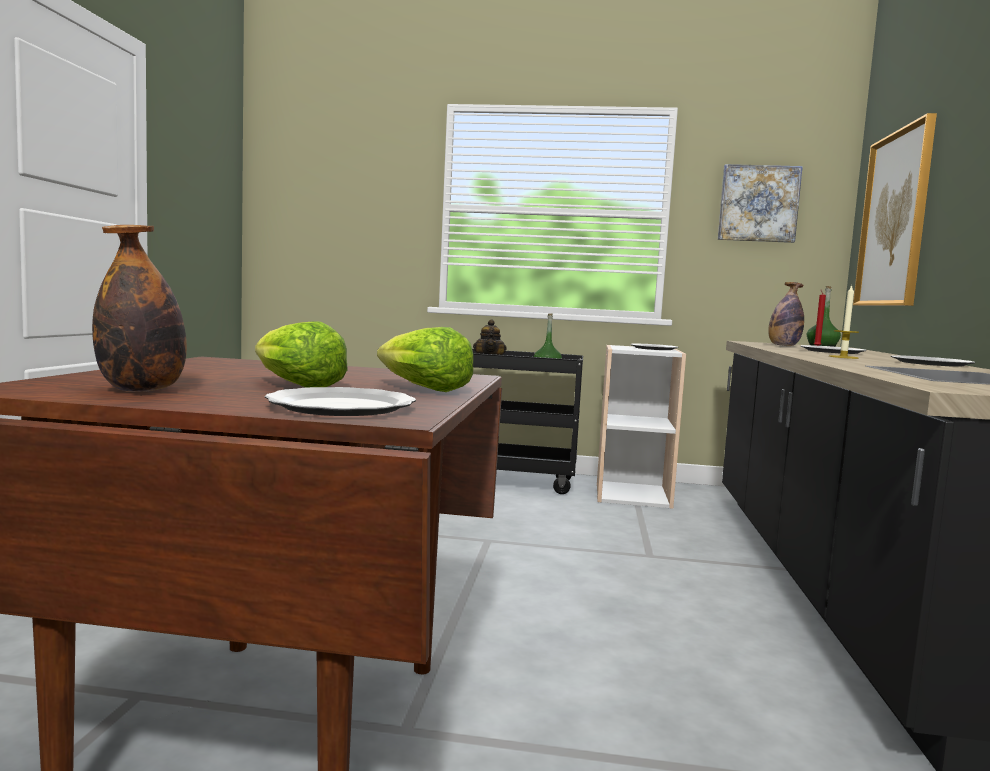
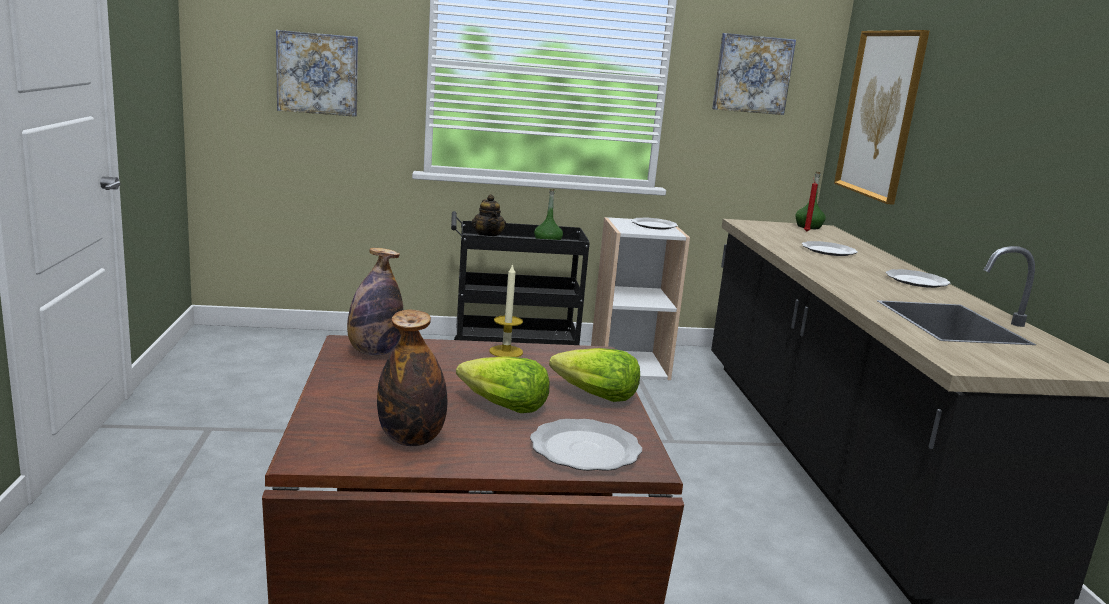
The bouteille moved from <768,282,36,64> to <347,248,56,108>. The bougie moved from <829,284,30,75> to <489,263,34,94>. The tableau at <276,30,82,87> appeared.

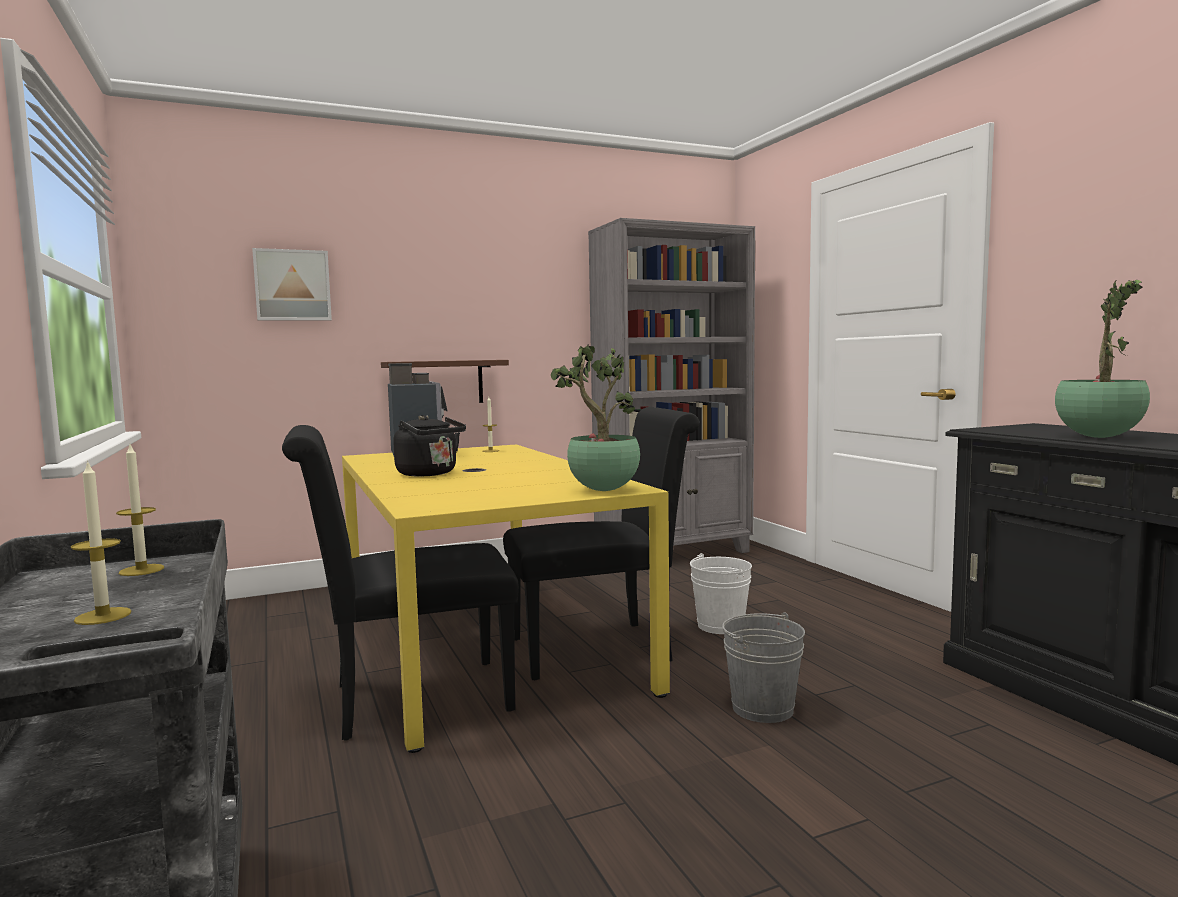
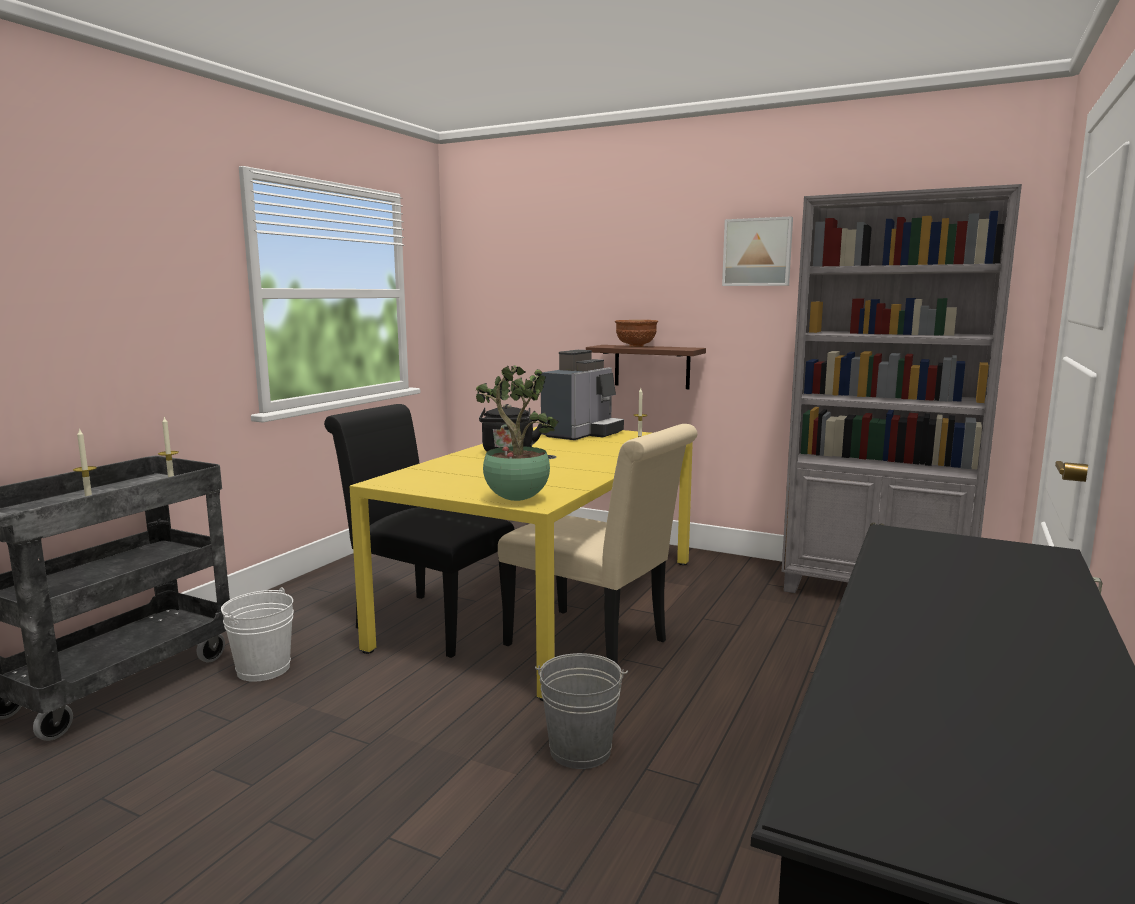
The tableau moved from <252,248,80,73> to <722,216,71,70>. The plante en pot at <1055,280,95,158> disappeared. The chaise (noir) at <503,407,196,273> became the chaise (beige) at <498,424,199,240>. The seau (blanc) moved from <690,553,62,81> to <221,588,73,94>. The bol (marron) at <615,320,43,27> appeared.

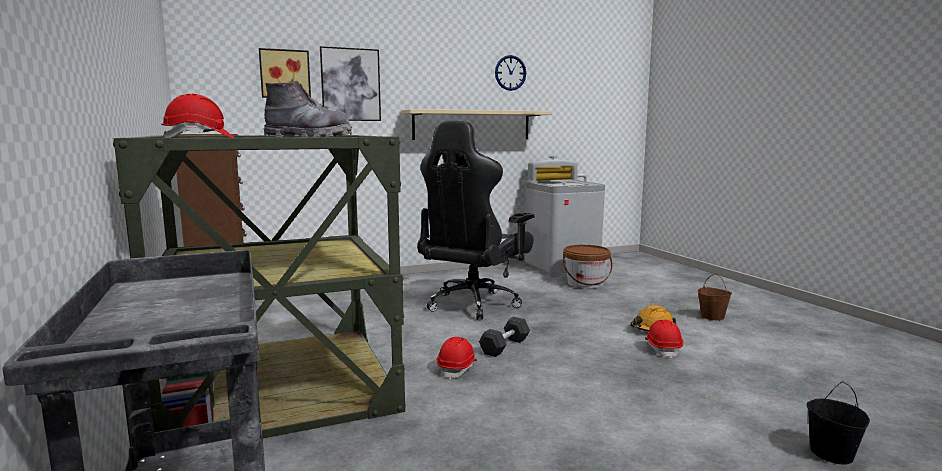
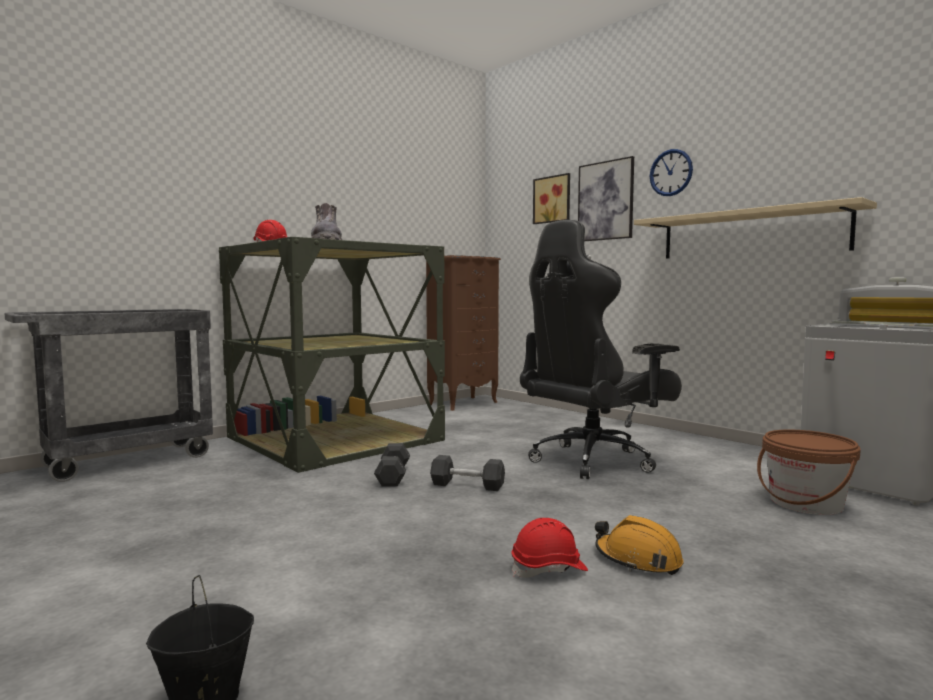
The horloge murale moved from <495,55,31,36> to <650,149,43,47>. The chaise de bureau (noir) at <417,121,117,199> turned 45 degrees counterclockwise. The seau (marron) at <697,274,35,46> disappeared. The casque de chantier (rouge) at <437,337,40,43> was replaced by the haltère (gris) at <374,443,36,44>.

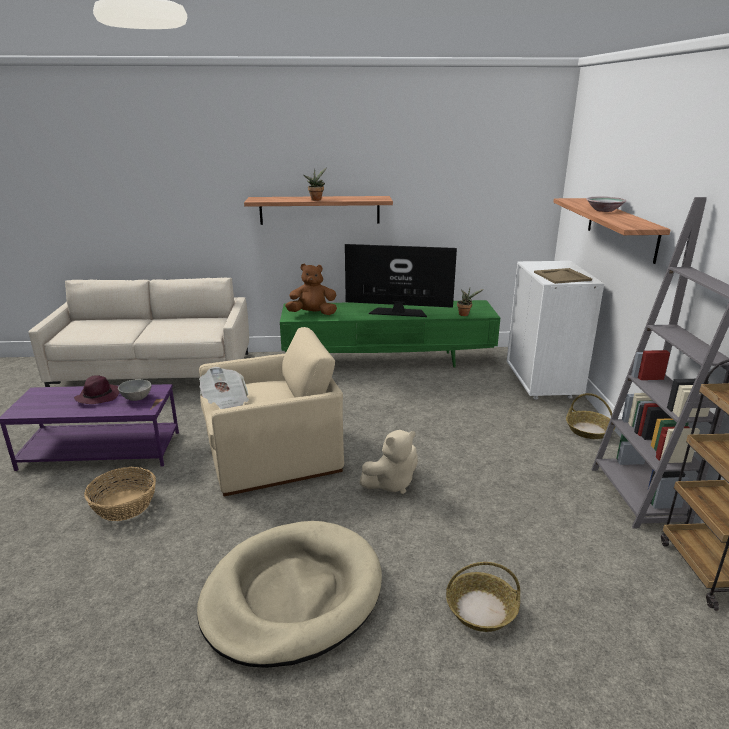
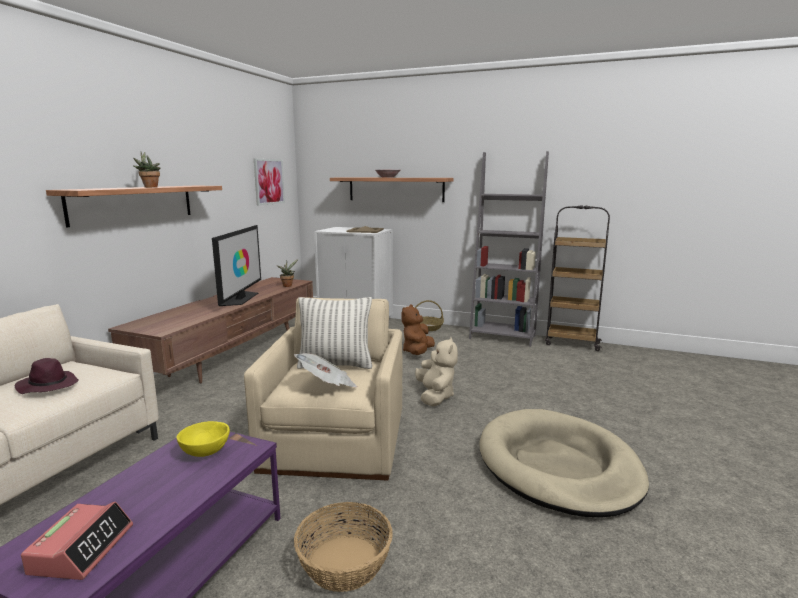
The téléviseur at <345,244,112,73> turned 150 degrees clockwise. The peluche (marron) moved from <285,264,52,51> to <401,304,34,51>. The meuble télé (vert) at <280,300,220,68> became the meuble télé (marron) at <108,277,205,106>. The chapeau (violet) moved from <74,375,46,29> to <15,358,64,36>. The bol (gris) at <118,379,34,22> became the bol (jaune) at <176,421,54,36>. The panier at <446,562,74,70> disappeared. The tableau at <254,159,31,46> appeared. The coussin at <297,297,75,72> appeared. The réveil at <21,502,112,78> appeared.

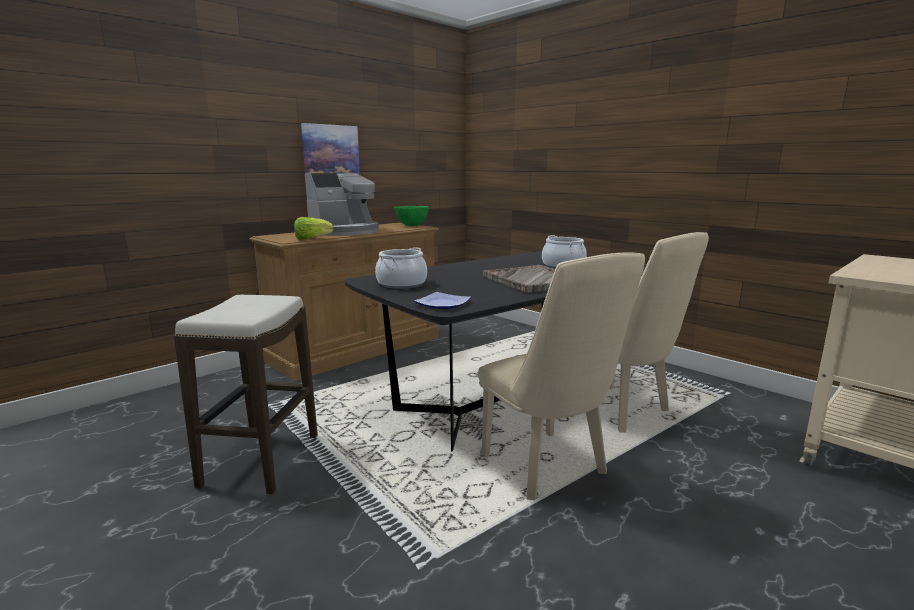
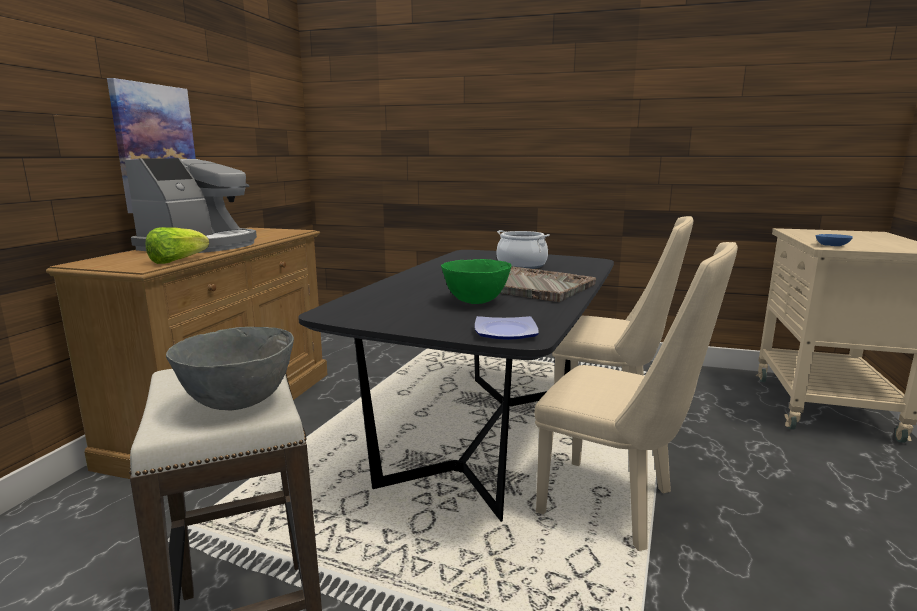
The bol (vert) moved from <394,206,35,20> to <441,259,70,45>. The marmite at <375,247,52,42> disappeared. The bol (bleu) at <815,234,38,12> appeared. The bol (gris) at <166,327,128,84> appeared.

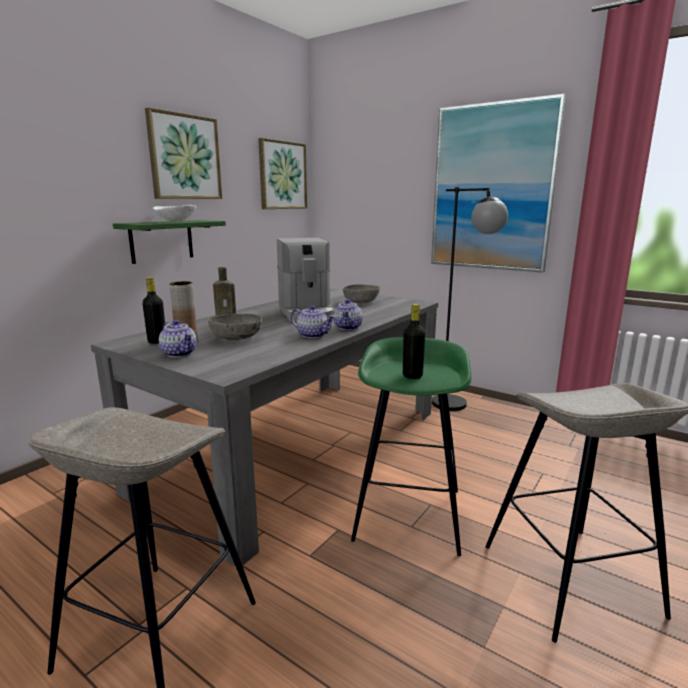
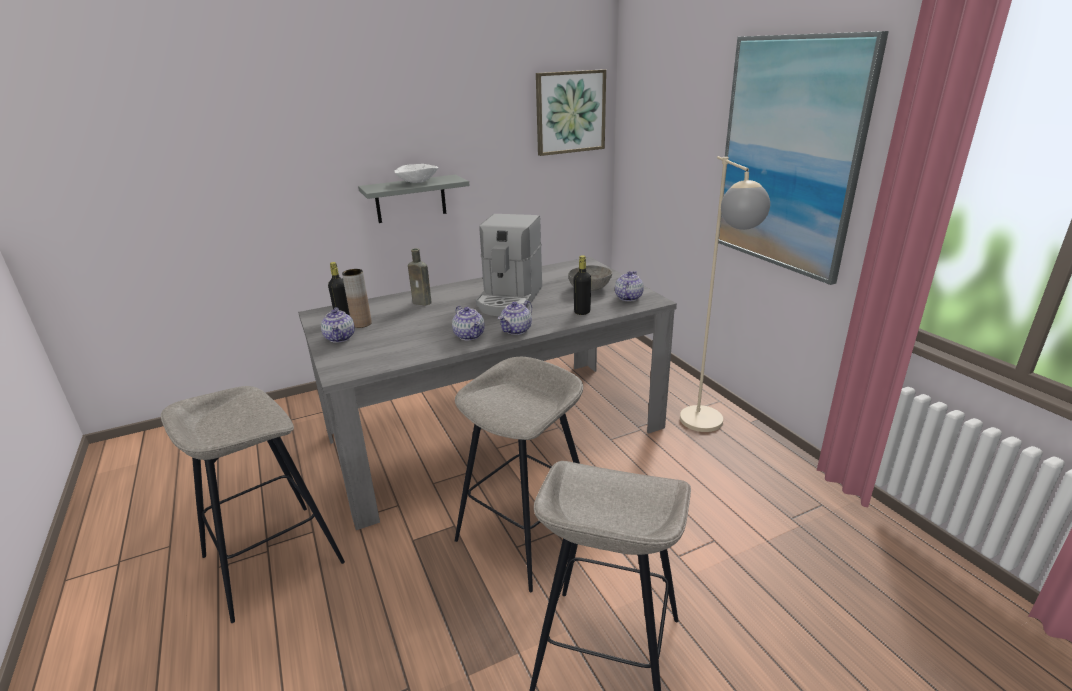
The tableau at <145,108,77,91> disappeared. The lampadaire (noir) at <432,187,76,224> became the lampadaire (beige) at <680,156,90,276>. The étagère (vert) at <113,220,113,44> became the étagère (gris) at <358,175,112,48>. The bouteille (noir) moved from <403,304,23,75> to <574,255,17,60>. The bol (gris) at <208,314,54,26> disappeared. The tabouret (vert) at <351,337,121,219> became the tabouret (gris) at <455,357,128,235>. The théière at <615,271,29,30> appeared.

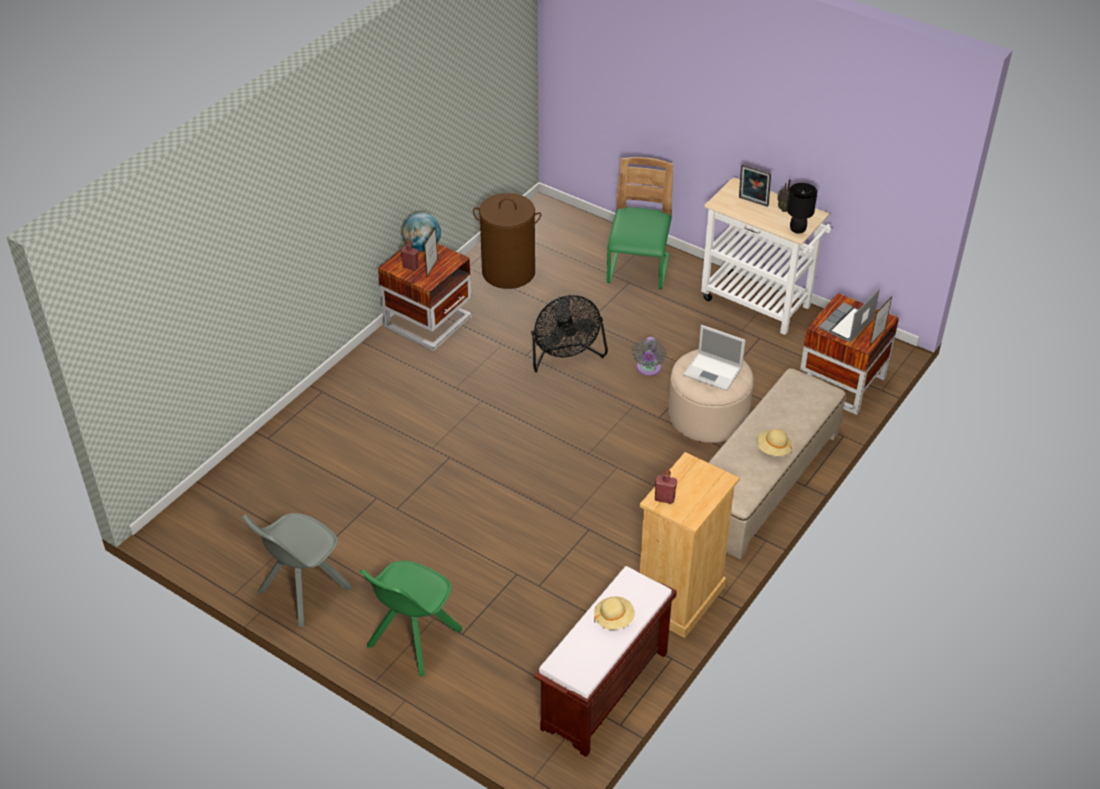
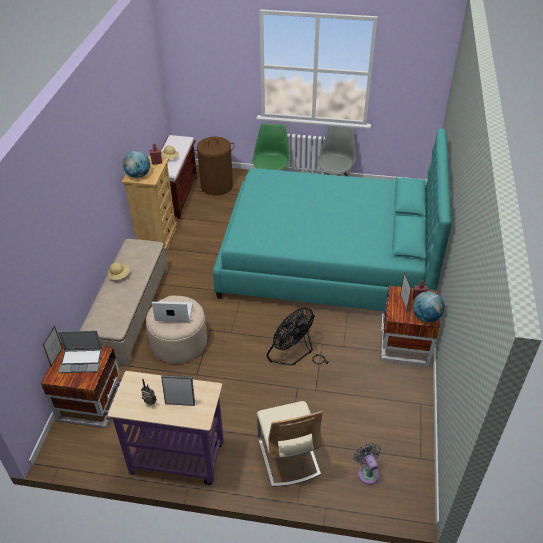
The chaise (vert) at <607,157,66,132> became the chaise (beige) at <257,401,66,86>. The chariot (blanc) at <701,177,130,158> became the chariot (violet) at <104,371,120,114>. The lampe de table (noir) at <787,183,30,51> disappeared. The panier à linge (marron) moved from <473,193,69,96> to <193,137,42,58>. The ordinateur portable at <819,289,61,54> turned 75 degrees clockwise. The ventilateur (gris) moved from <632,337,34,39> to <353,443,28,42>. The lit (turquoise) at <213,128,239,183> appeared. The globe at <123,151,27,27> appeared.

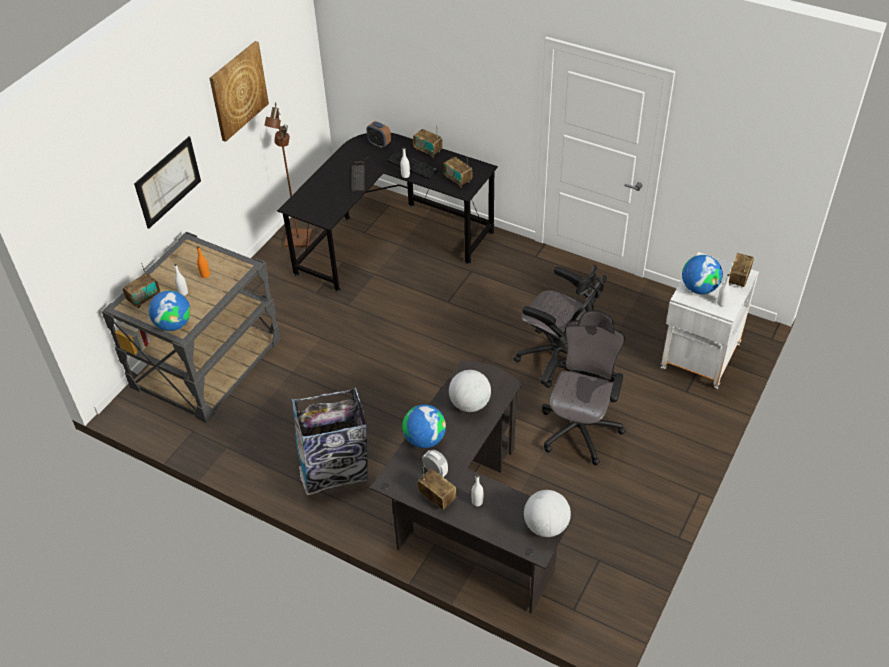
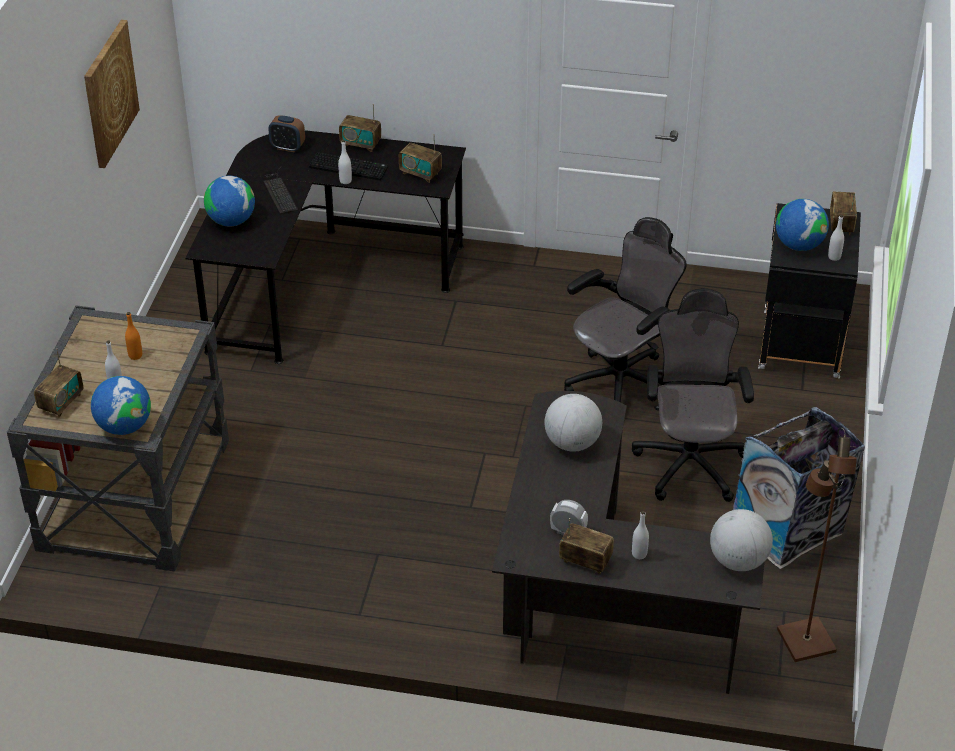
The lampadaire (marron) moved from <264,102,48,145> to <777,428,80,234>. The tableau at <134,136,67,93> disappeared. The chariot (blanc) at <661,252,98,137> became the chariot (noir) at <758,203,103,176>. The chaise de bureau at <514,265,93,123> turned 60 degrees counterclockwise. The poubelle moved from <291,388,77,107> to <733,407,132,162>. The globe moved from <402,404,44,44> to <204,176,51,50>.

